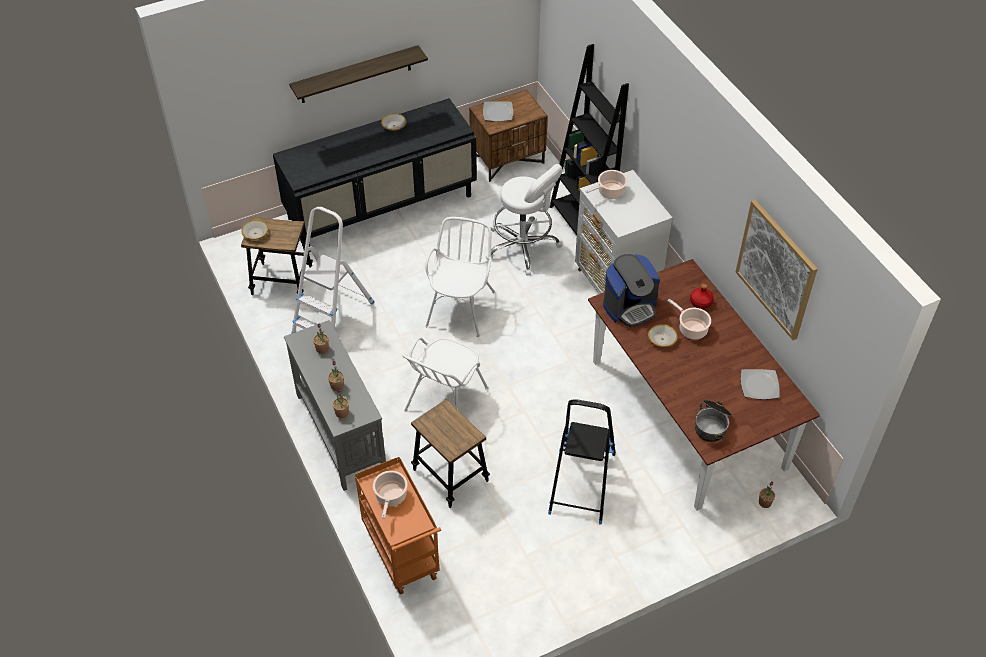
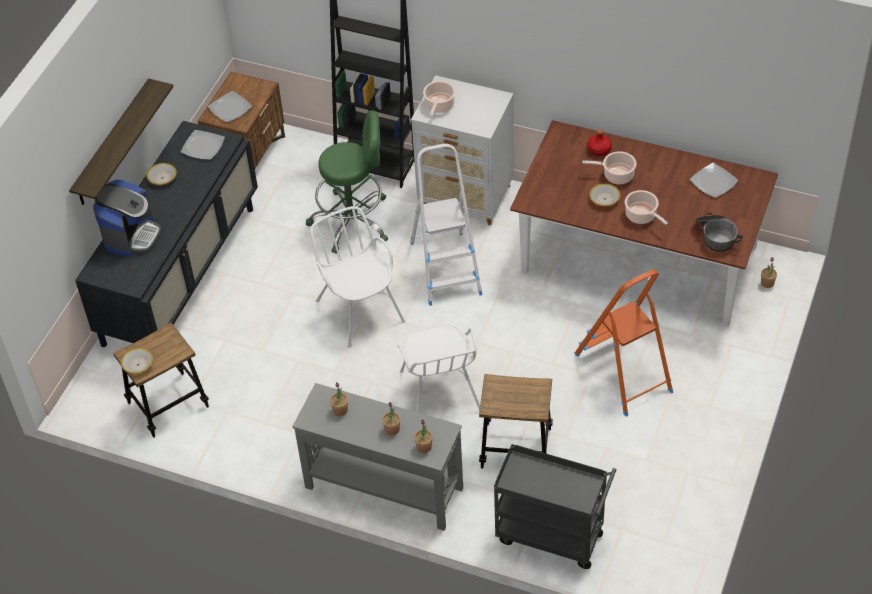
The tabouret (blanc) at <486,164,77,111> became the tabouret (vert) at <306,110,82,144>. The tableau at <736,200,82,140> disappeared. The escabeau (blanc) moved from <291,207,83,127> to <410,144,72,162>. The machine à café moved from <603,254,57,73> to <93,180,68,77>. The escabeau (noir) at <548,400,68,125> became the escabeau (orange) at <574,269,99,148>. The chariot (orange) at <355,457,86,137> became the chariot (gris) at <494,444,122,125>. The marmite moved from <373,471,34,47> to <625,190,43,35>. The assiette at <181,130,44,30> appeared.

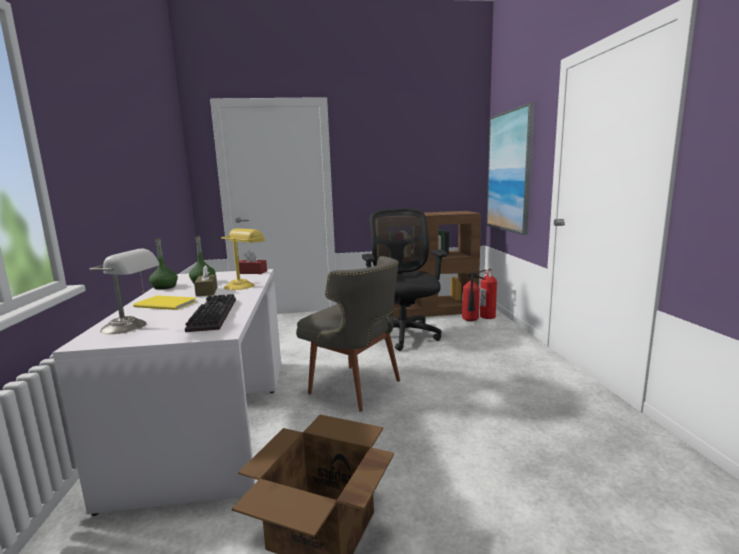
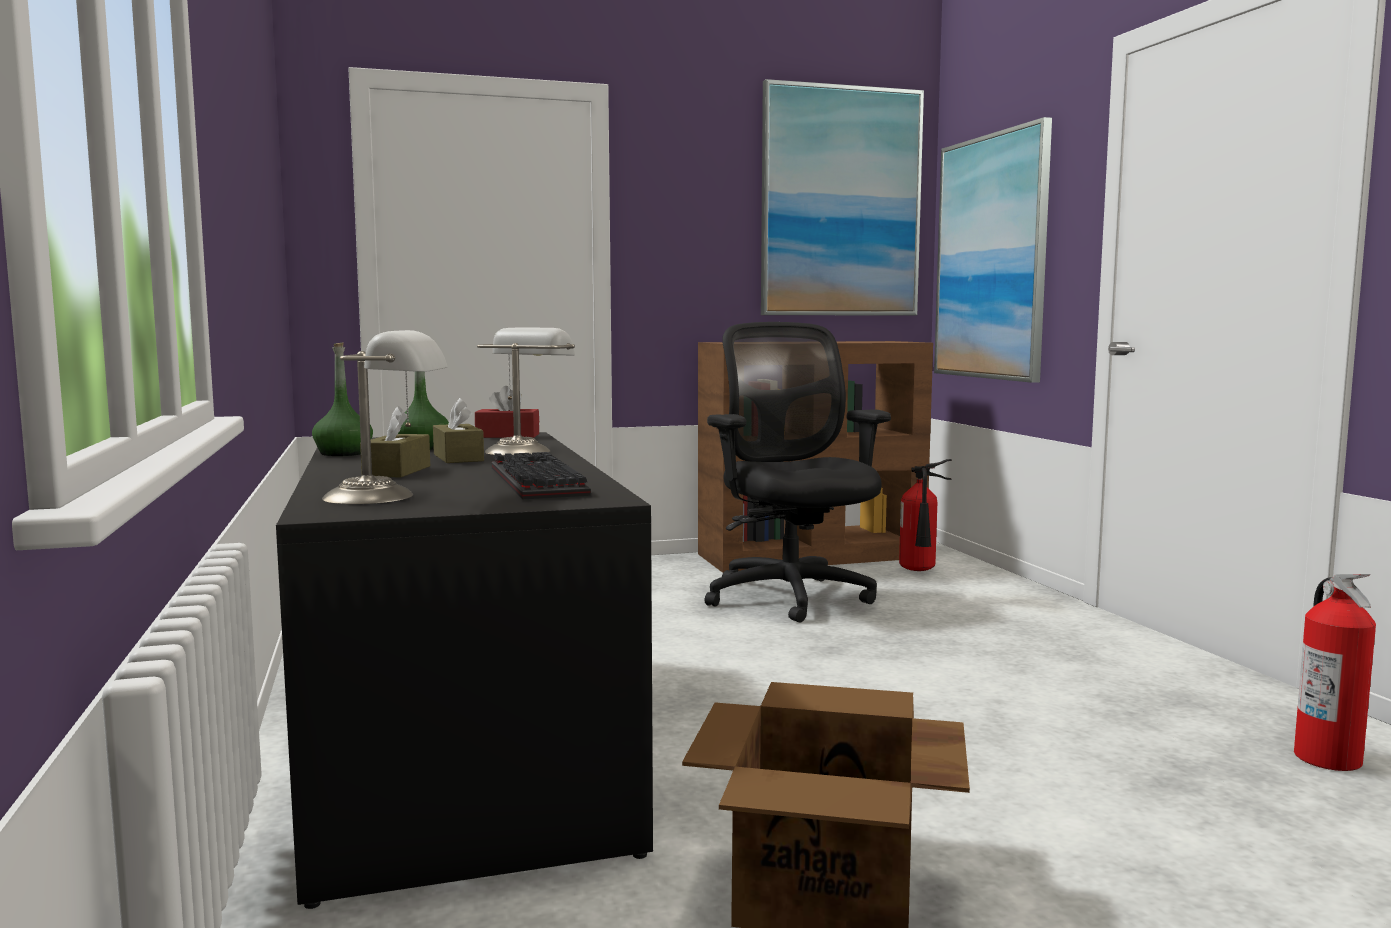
The lampe de table (jaune) at <221,228,44,62> became the lampe de table (blanc) at <477,328,98,128>. The chaise (gris) at <296,256,104,156> disappeared. The bureau (blanc) at <52,269,229,247> became the bureau (noir) at <276,432,377,477>. The extincteur moved from <480,269,17,50> to <1294,574,82,197>. The livre (jaune) at <133,295,64,15> was replaced by the boîte à mouchoirs (marron) at <360,406,70,71>. The tableau at <761,79,163,236> appeared.

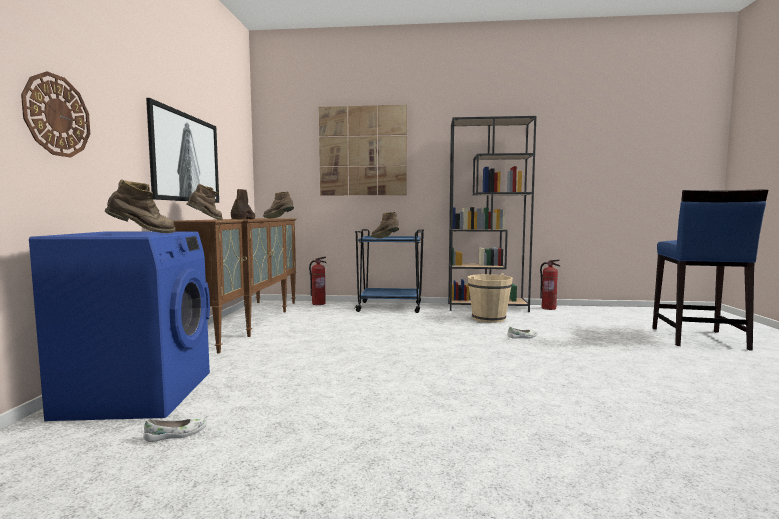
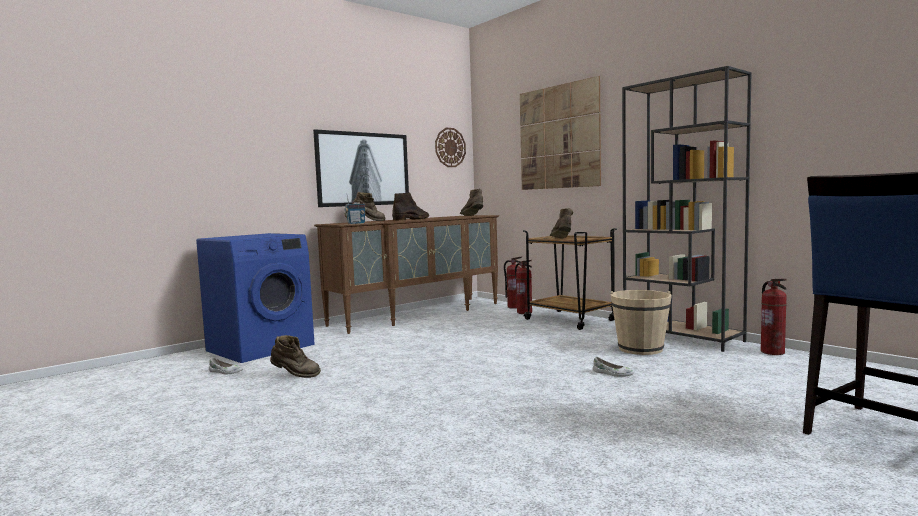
The horloge murale moved from <21,71,69,87> to <435,128,31,39>. The botte (marron) moved from <105,179,71,54> to <270,335,51,43>. The chariot (bleu) at <355,229,69,84> became the chariot (marron) at <523,228,94,102>. The radio at <344,195,23,29> appeared. The extincteur at <515,260,17,54> appeared.

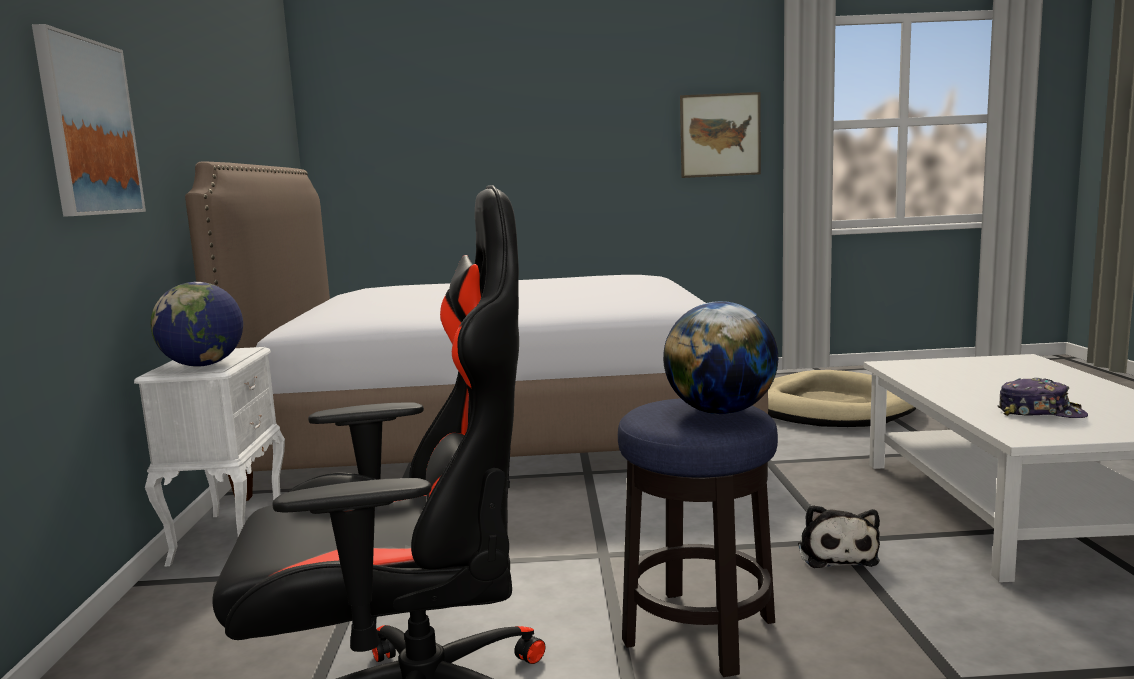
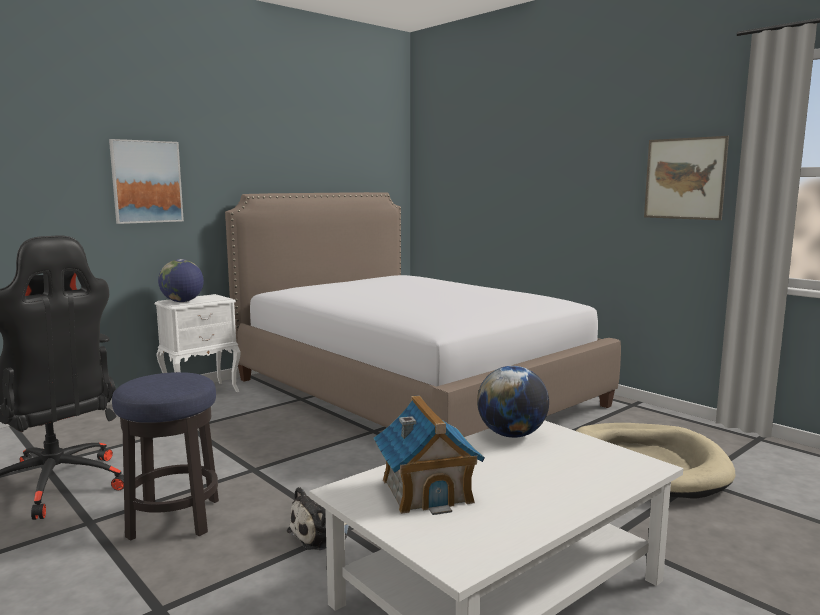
The globe moved from <663,301,115,113> to <477,366,72,72>. The casquette at <997,378,91,40> was replaced by the maison miniature at <374,395,111,120>.

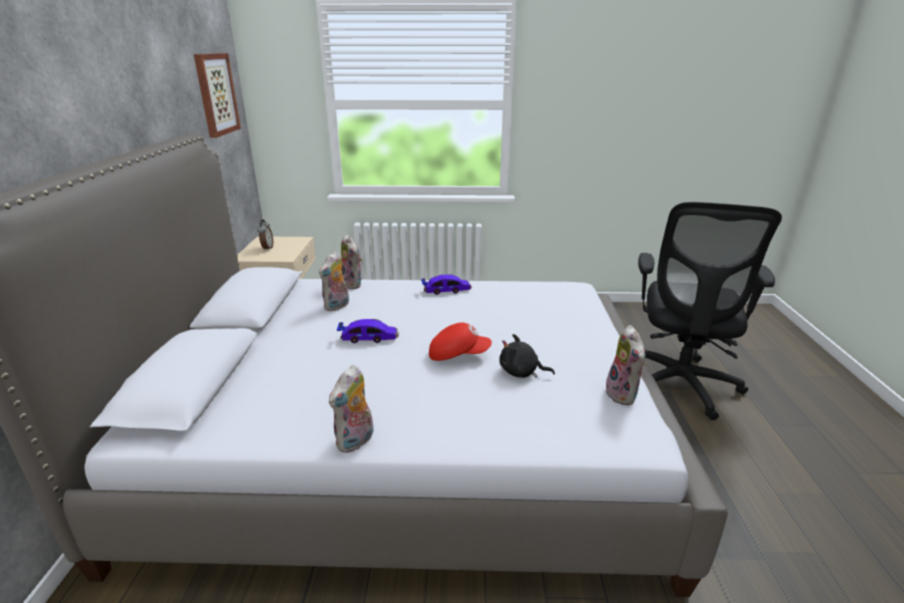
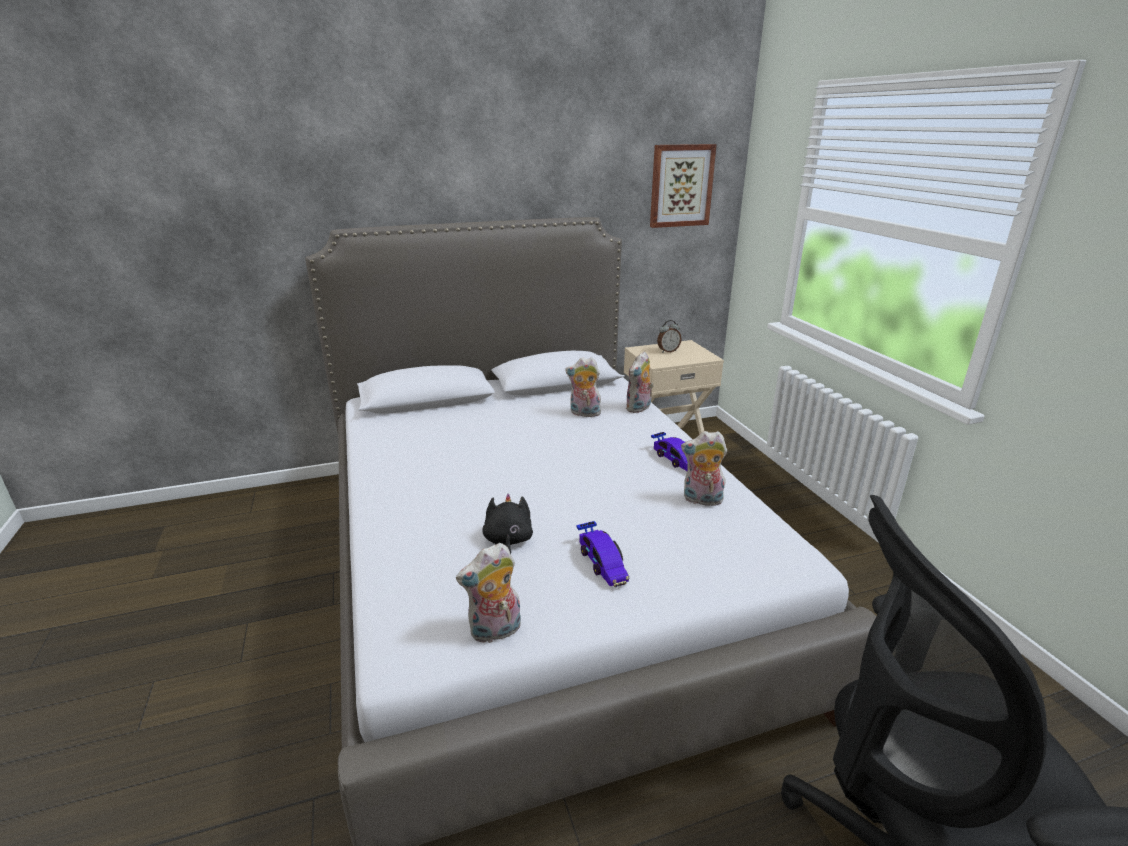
The petite voiture moved from <337,319,62,24> to <576,521,54,66>. The casquette (rouge) at <429,323,63,38> disappeared. The peluche moved from <329,365,45,88> to <681,431,46,75>.

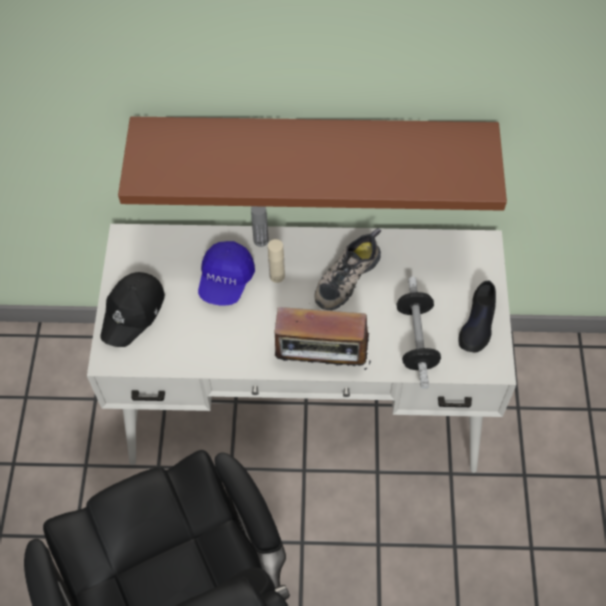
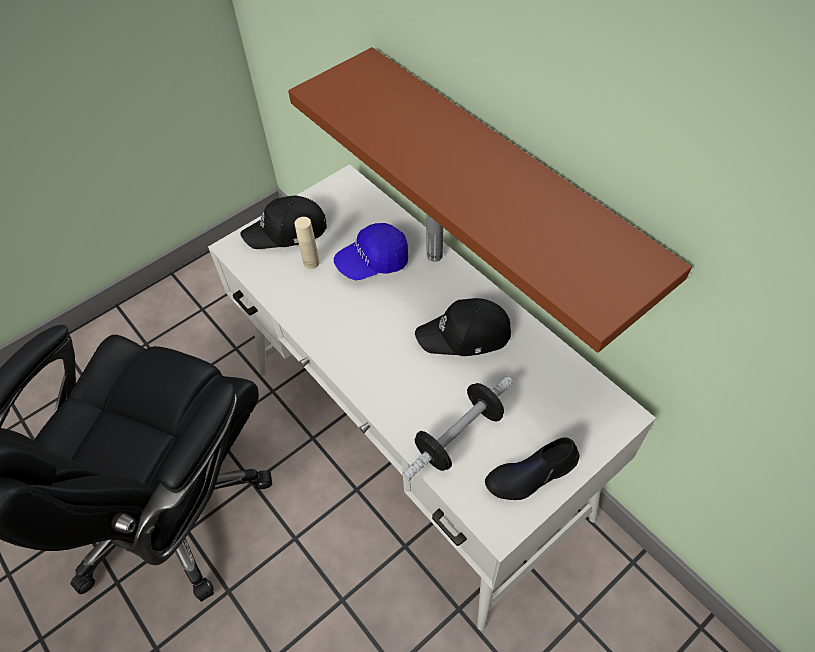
The chaussure at <314,228,67,83> was replaced by the casquette (noir) at <415,298,96,58>. The bouteille (beige) moved from <268,239,17,44> to <295,217,25,52>. The radio at <269,304,102,66> disappeared.

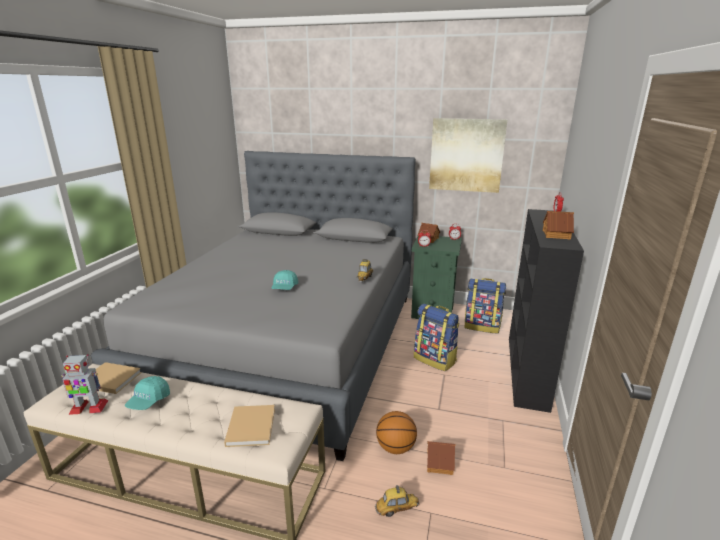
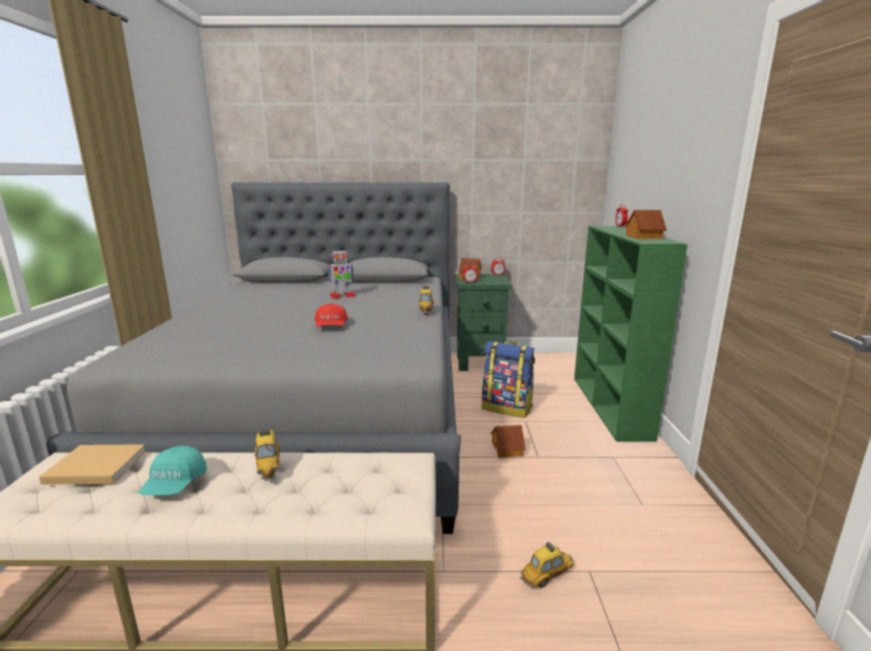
The tableau at <429,118,78,75> disappeared. The bibliothèque (noir) at <509,209,75,204> became the bibliothèque (vert) at <574,226,114,216>. The casquette (turquoise) at <272,270,26,20> became the casquette (rouge) at <315,303,33,23>. The sac à dos at <465,278,41,56> disappeared. The robot jouet moved from <62,354,47,61> to <328,250,28,49>. The livre (beige) at <224,405,51,42> disappeared. The ballon de basket at <376,411,41,43> disappeared. The maison miniature moved from <427,441,29,34> to <491,425,35,33>. The petite voiture at <254,429,26,52> appeared.

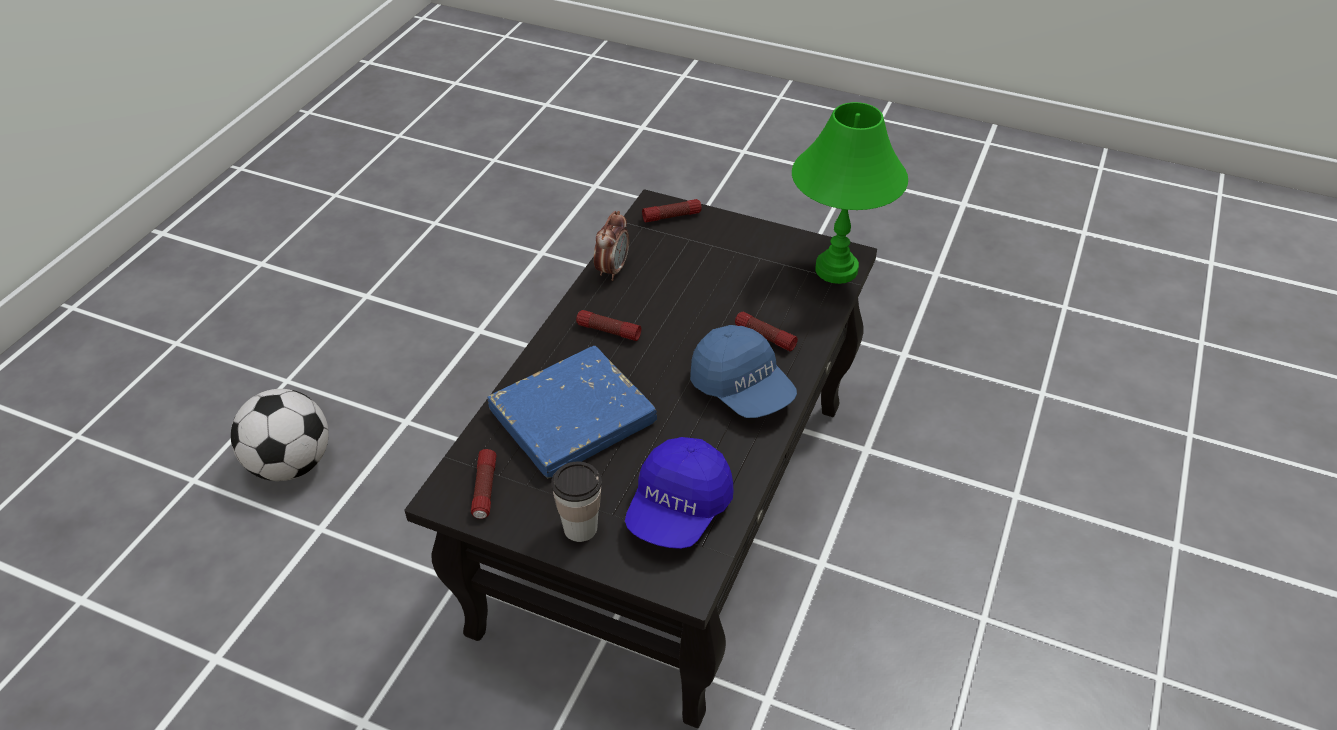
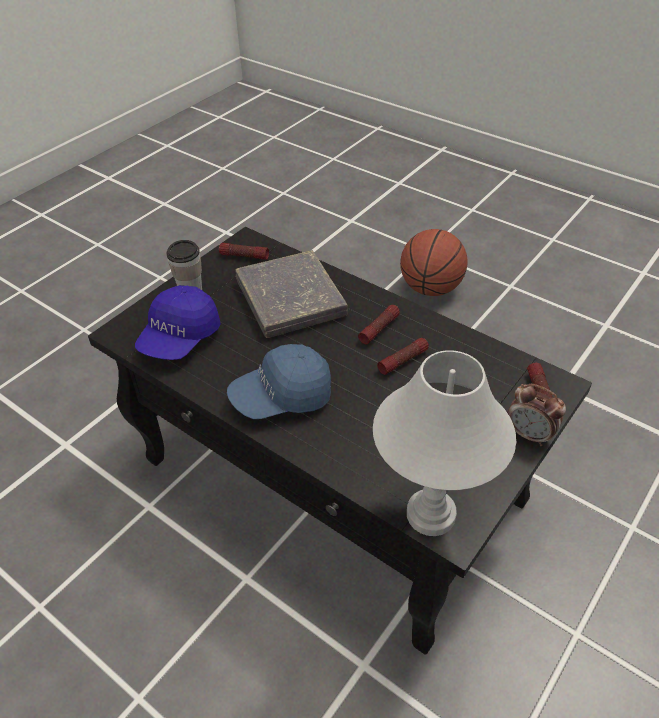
The lampe de table (vert) at <792,102,116,182> became the lampe de table (blanc) at <373,350,143,186>. The réveil moved from <594,211,35,70> to <507,384,59,62>. The lampe de poche moved from <735,312,63,39> to <377,338,52,37>. The livre (bleu) at <487,346,170,132> became the livre (gris) at <235,250,113,88>. The ballon de foot at <231,389,98,92> was replaced by the ballon de basket at <400,229,67,67>. The casquette (bleu) at <625,437,109,112> turned 105 degrees counterclockwise.

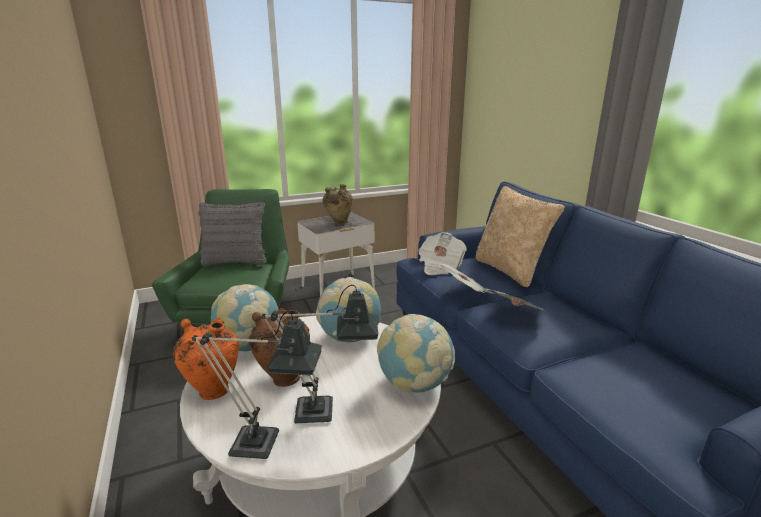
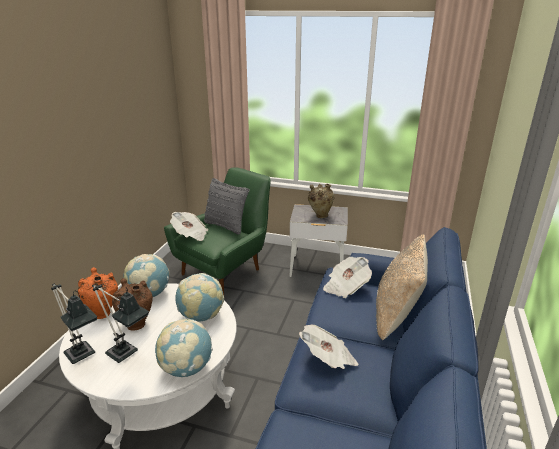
The journal moved from <438,263,56,31> to <170,212,38,29>.

